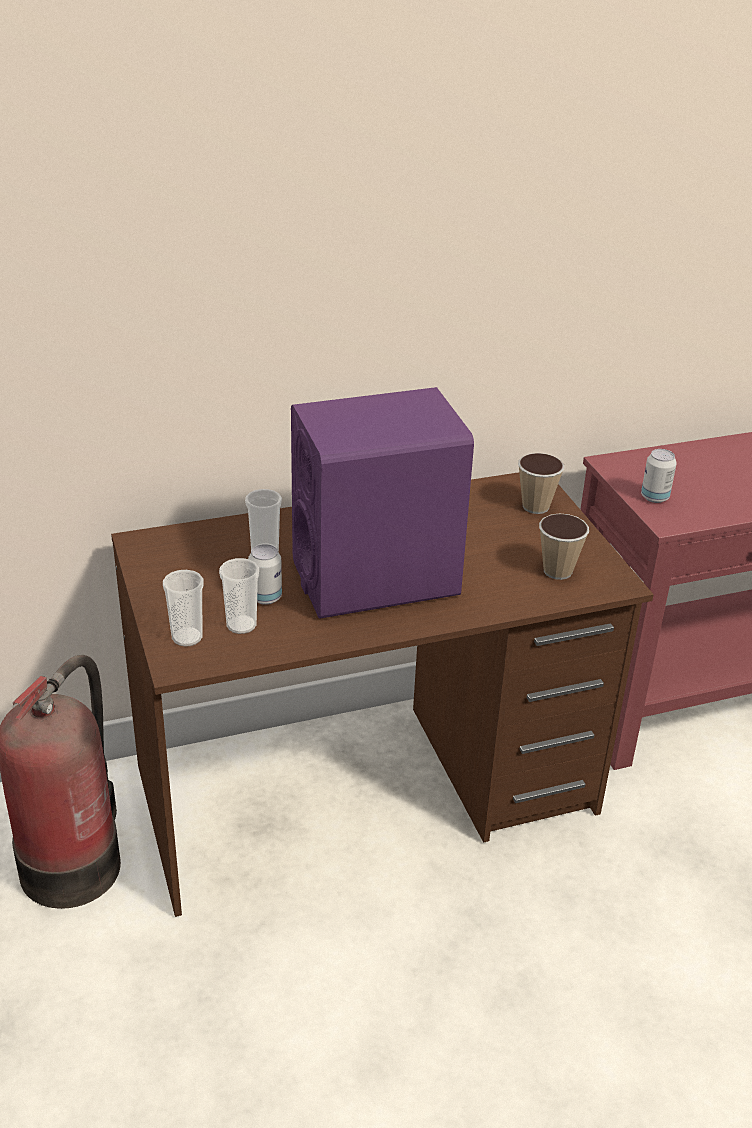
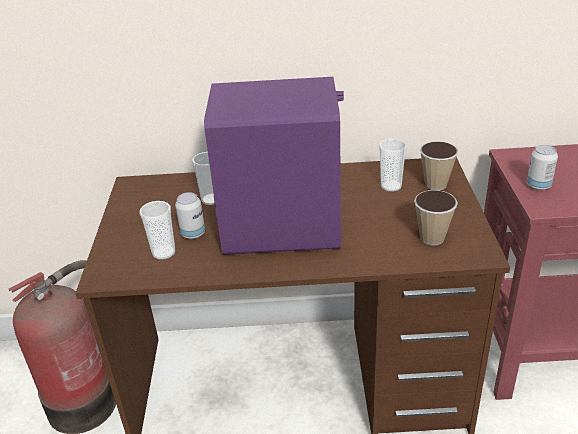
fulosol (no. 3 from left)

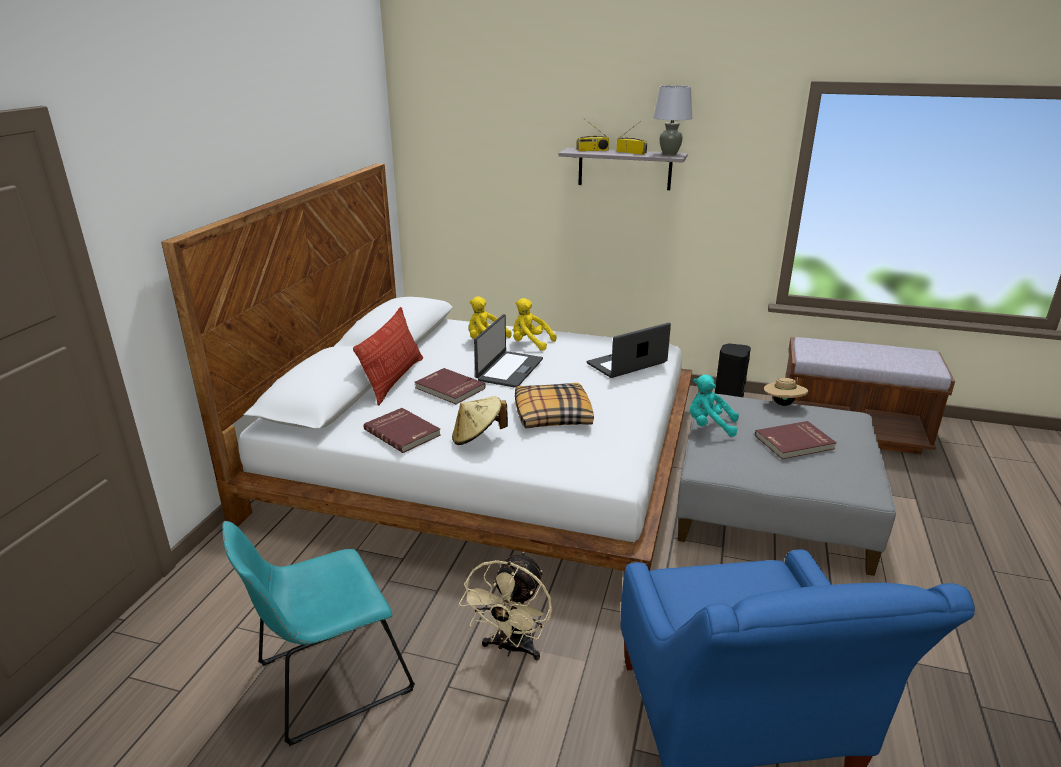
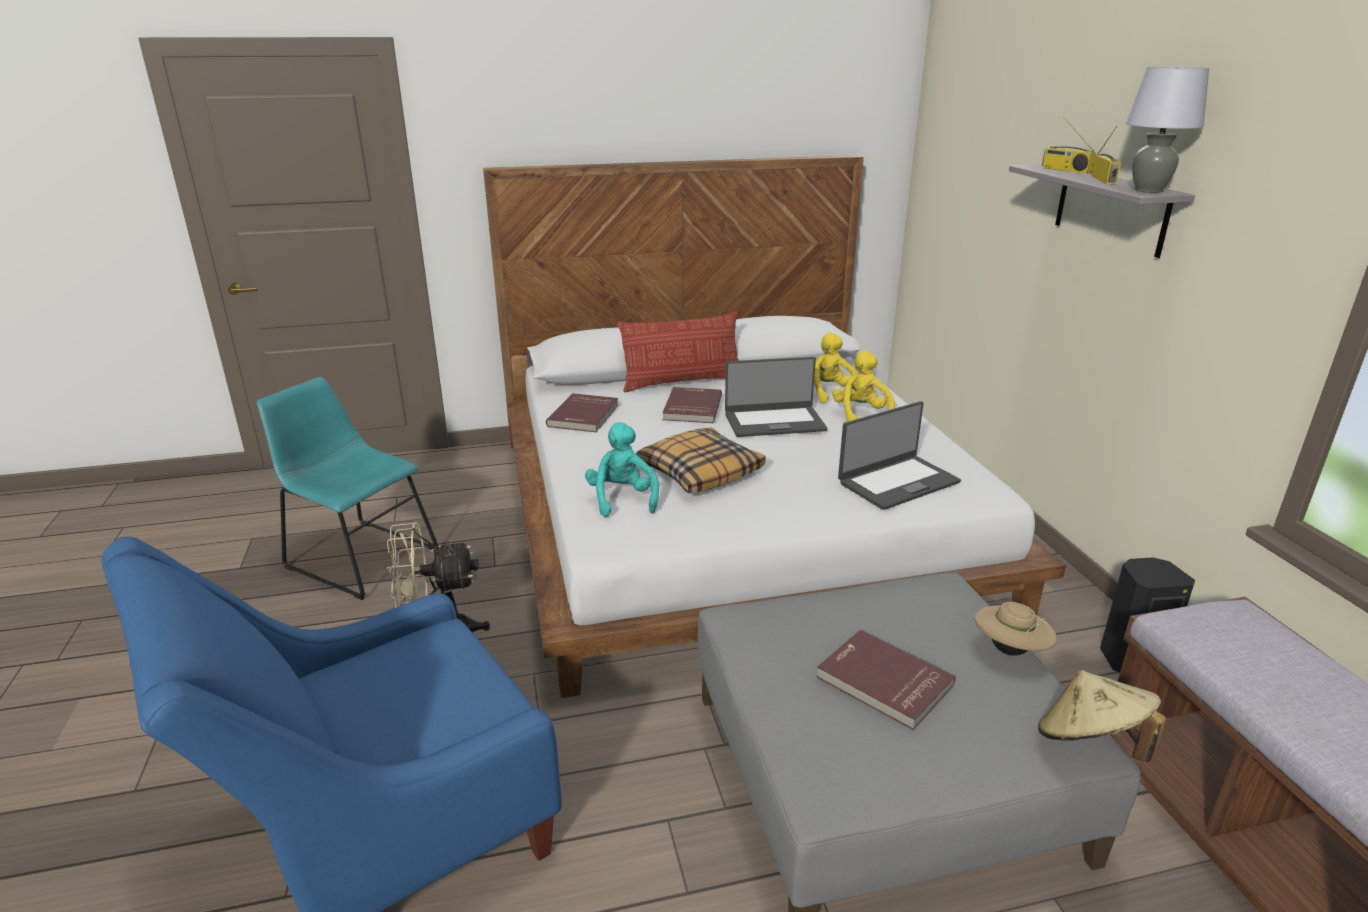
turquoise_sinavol
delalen (no. 2 from left)
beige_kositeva (no. 2 from left)

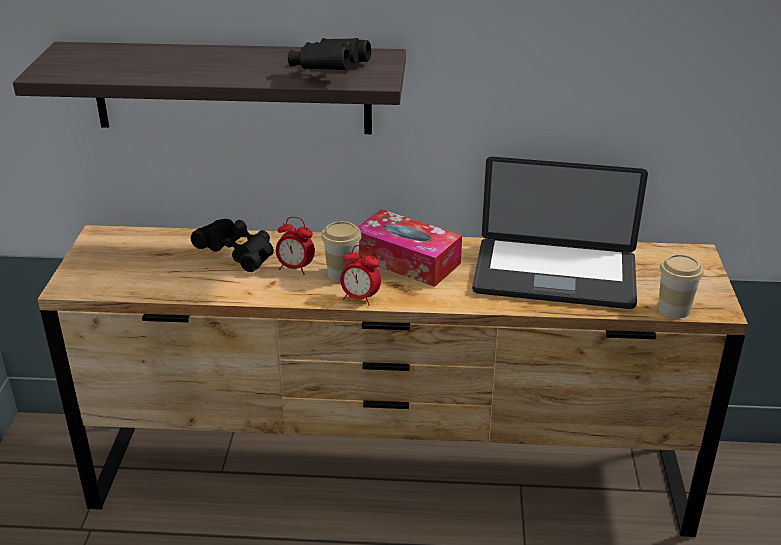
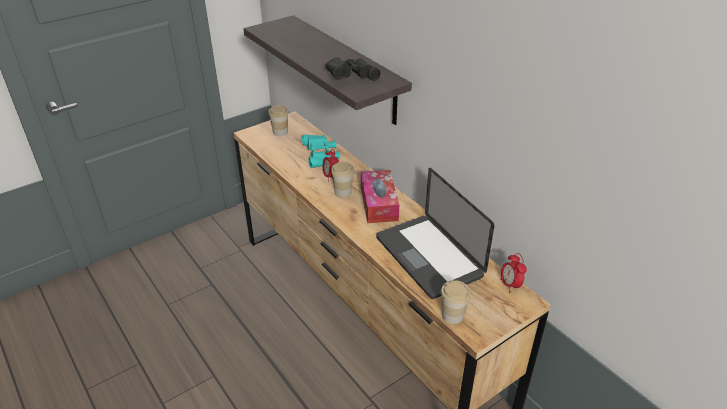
fulosol (no. 1 from left)
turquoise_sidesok
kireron (no. 2 from left)

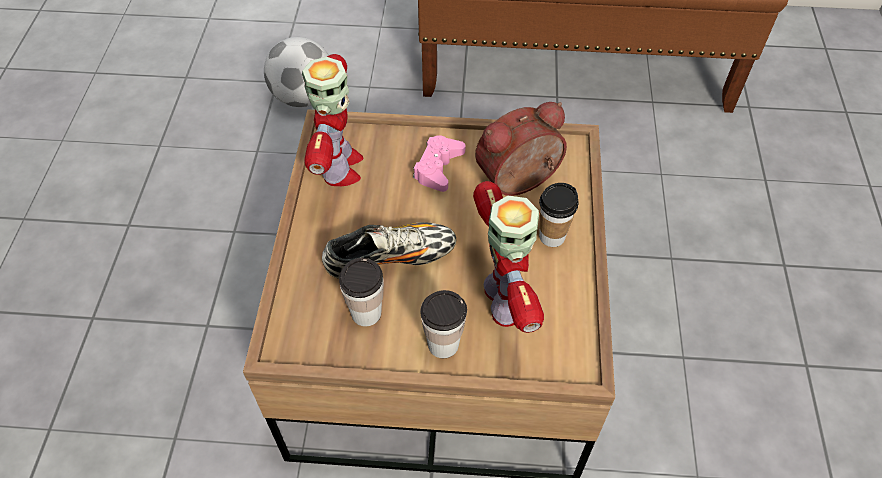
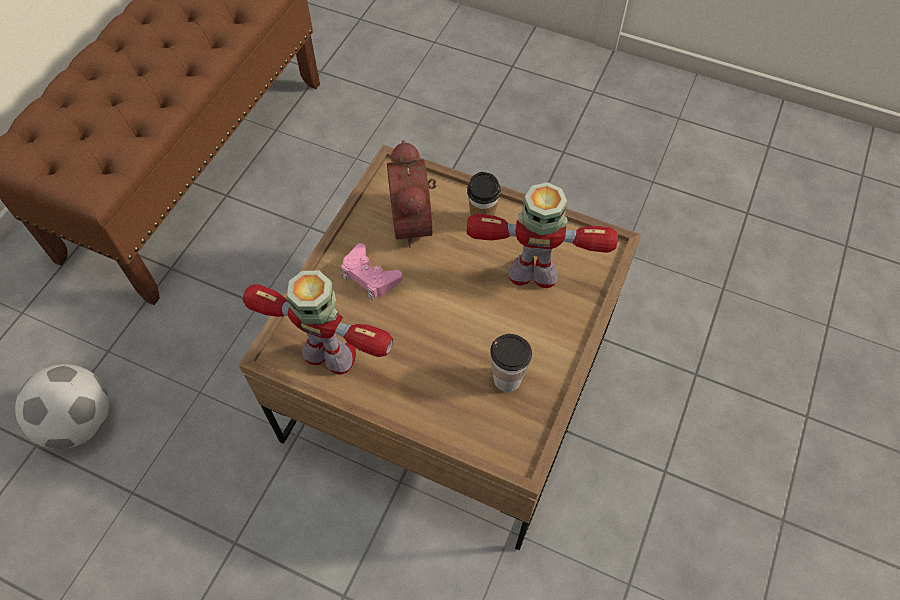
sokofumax
fulosol (no. 2 from left in the first image)

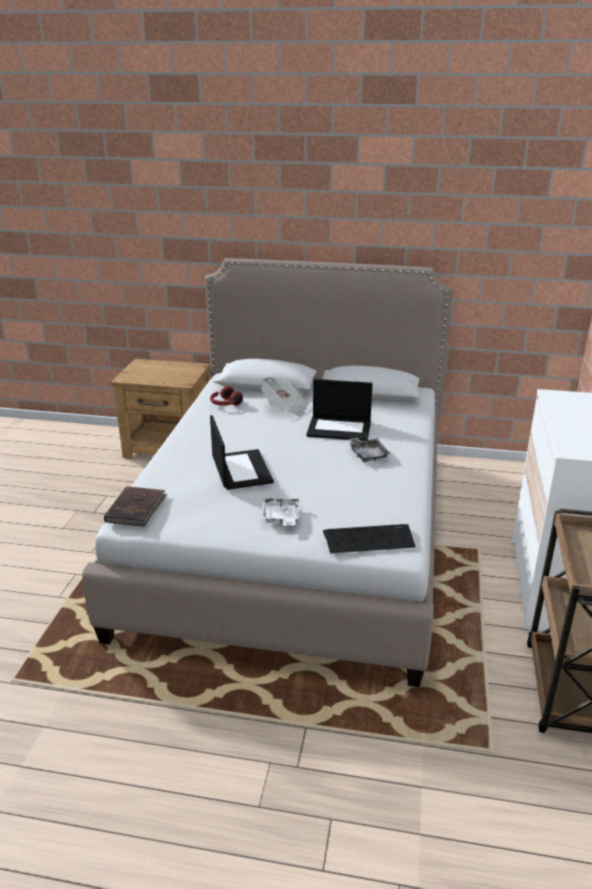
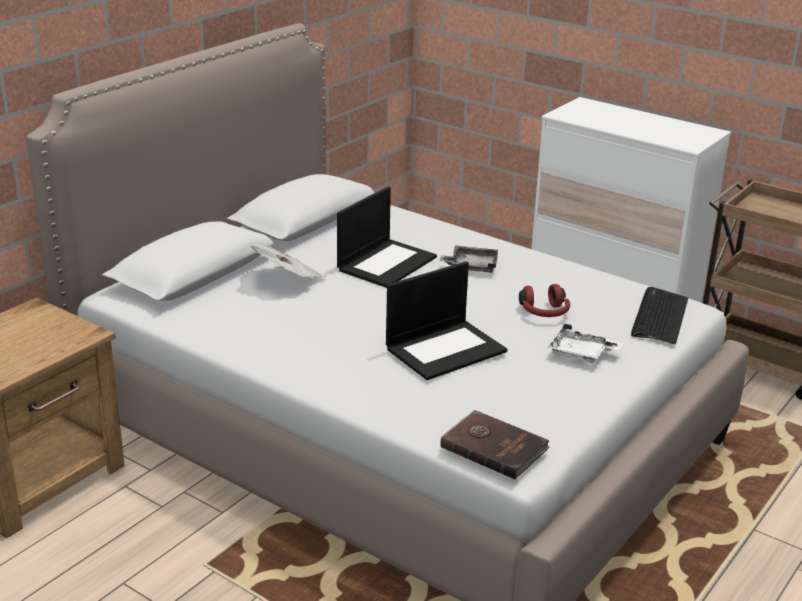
delalen (no. 2 from left)
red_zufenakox

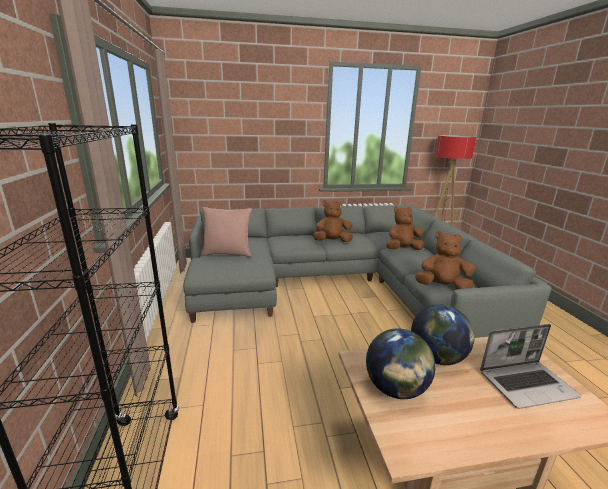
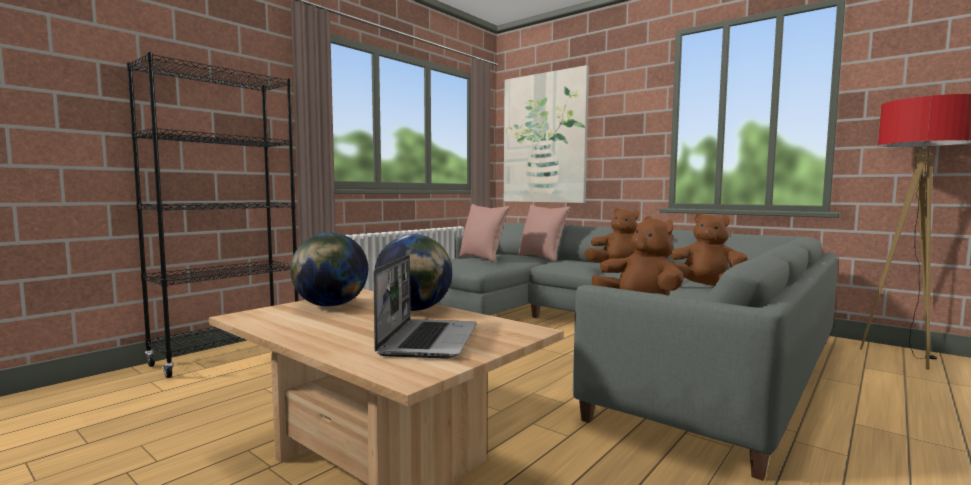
delalen
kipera
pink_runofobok (no. 2 from left)

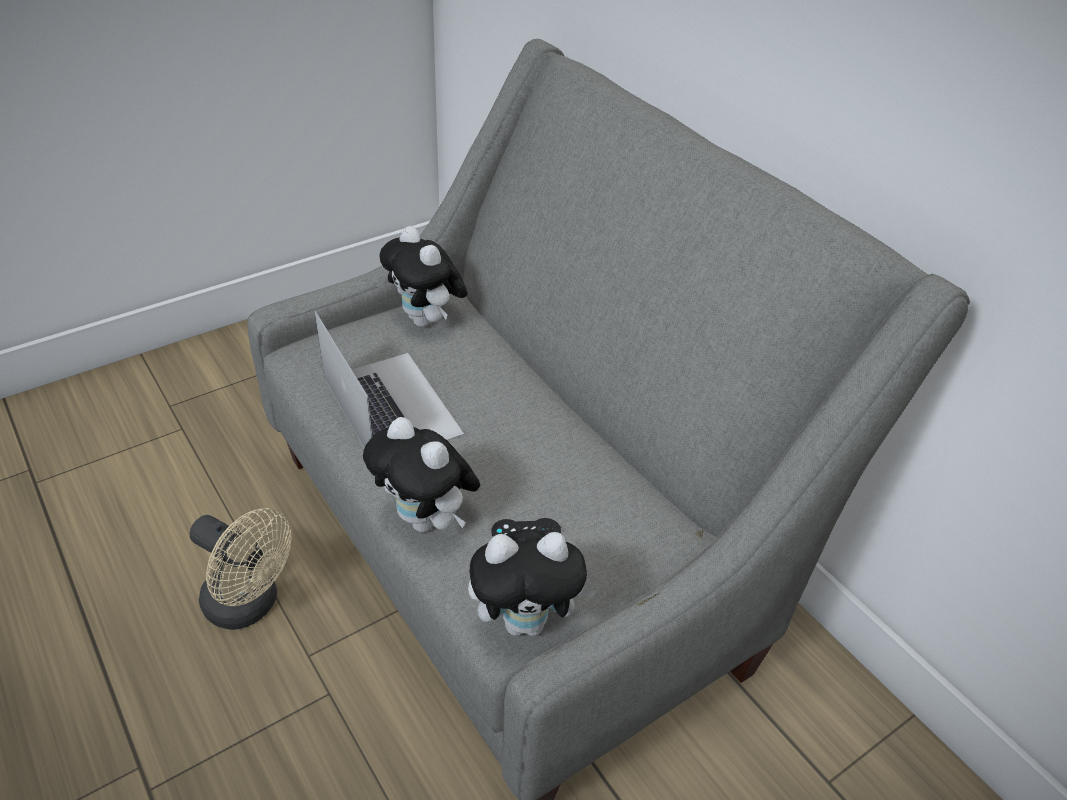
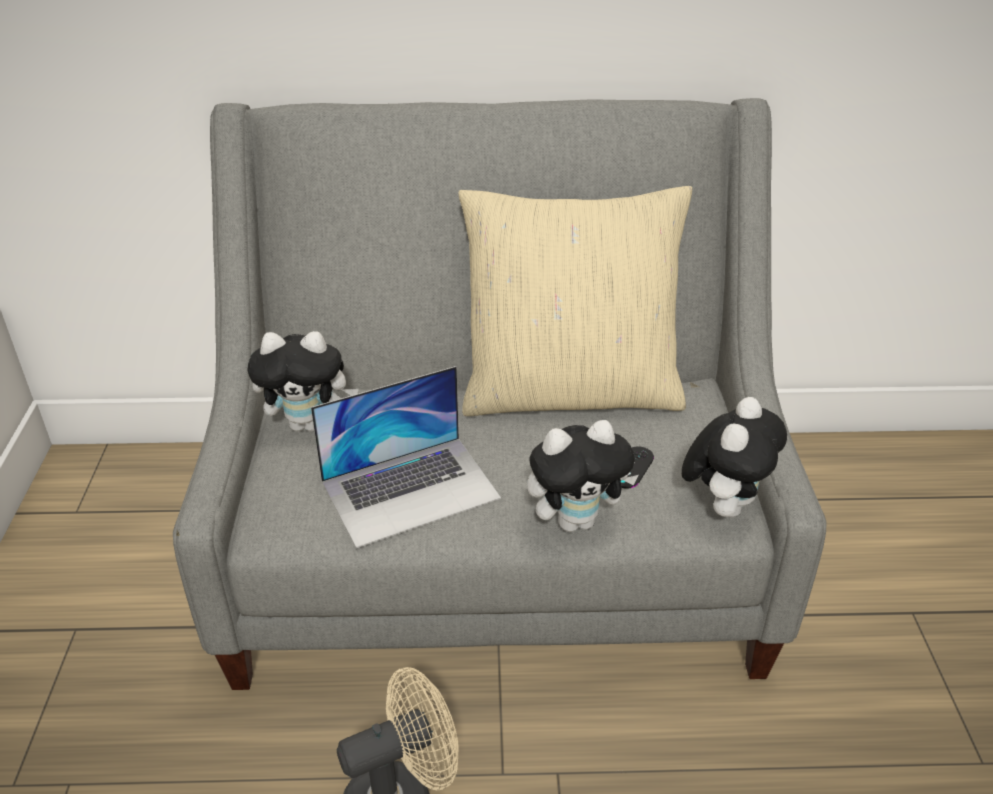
delalen
beige_runofobok

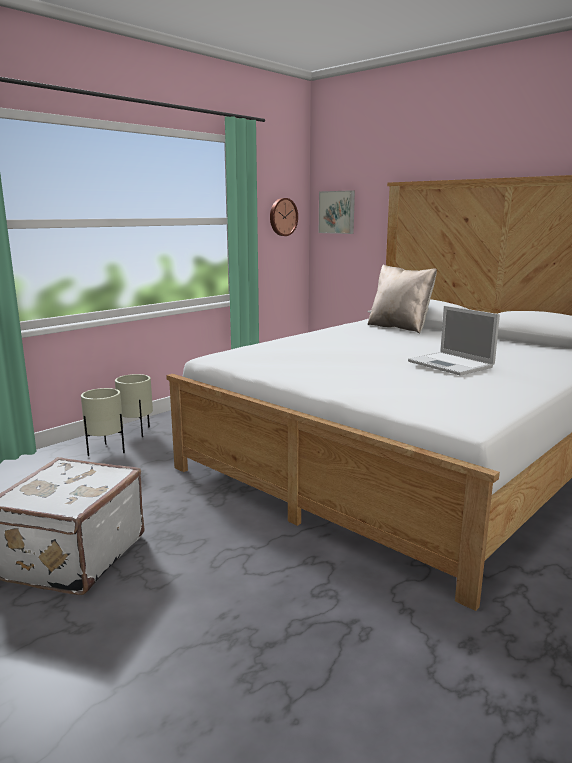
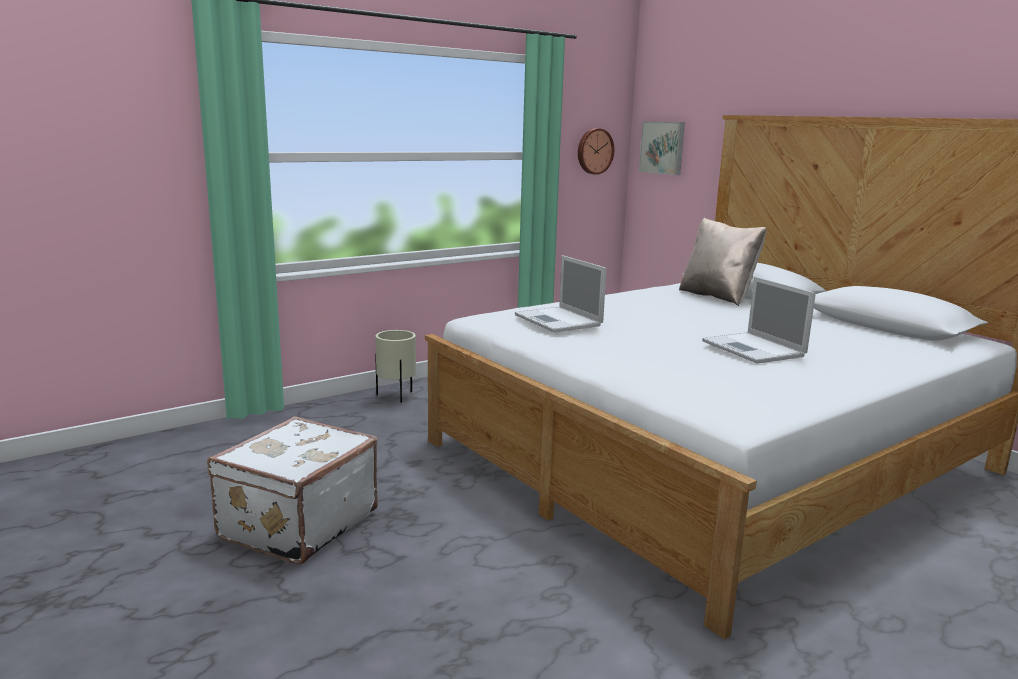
delalen (no. 1 from left)
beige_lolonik (no. 1 from left in the first image)

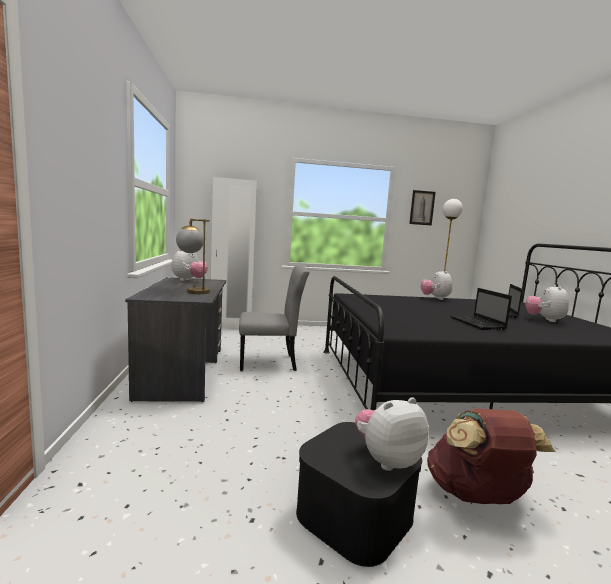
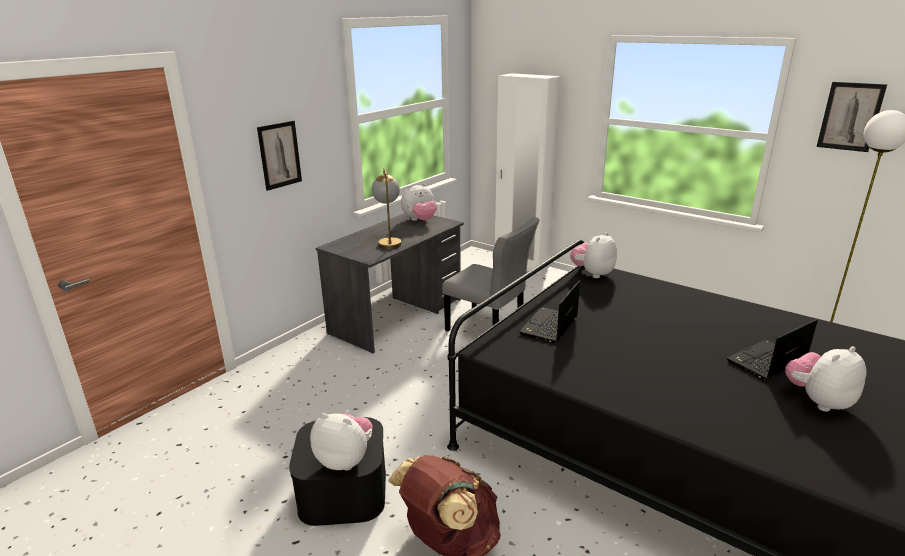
kipera (no. 1 from left)
delalen (no. 1 from left)
sinavol (no. 3 from left)

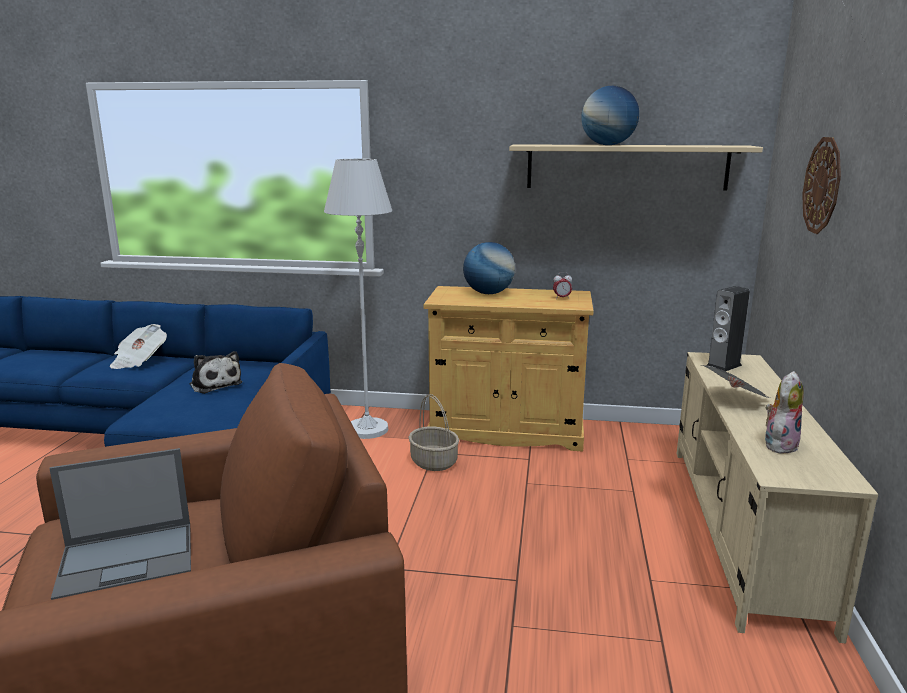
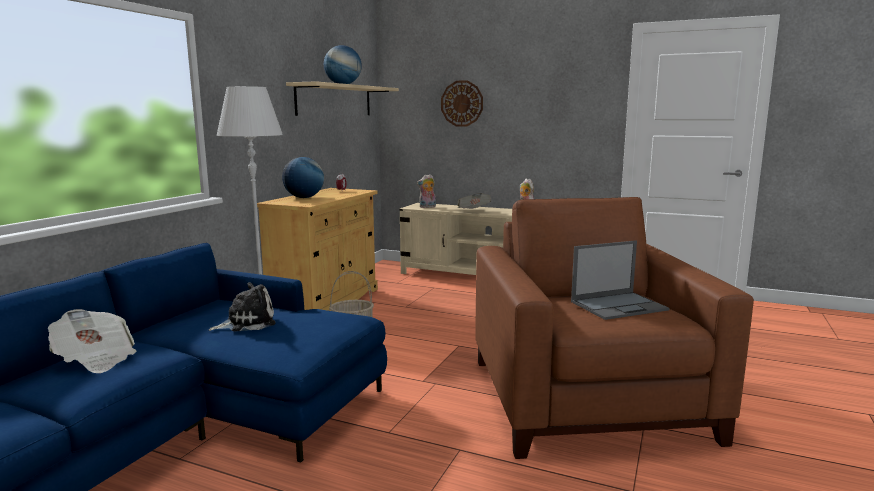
sinavol (no. 2 from left)
delalen

